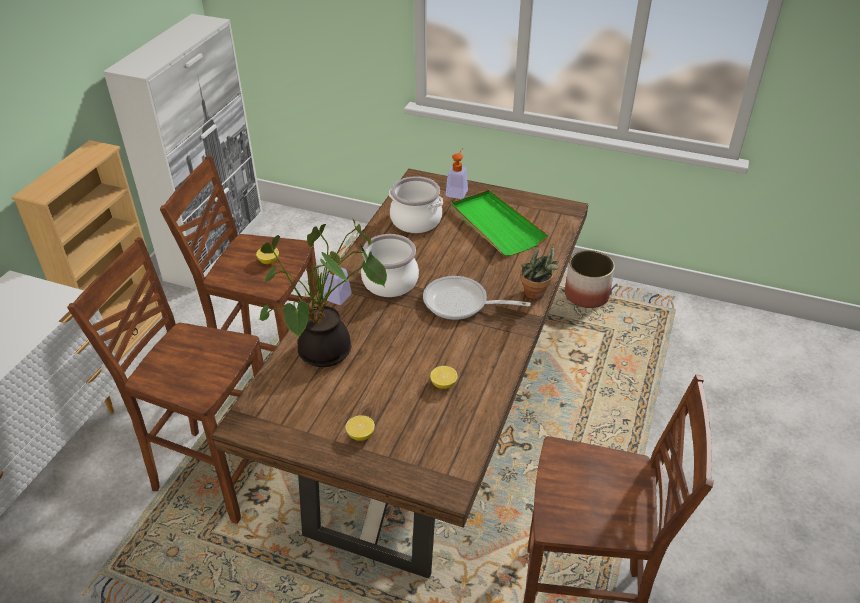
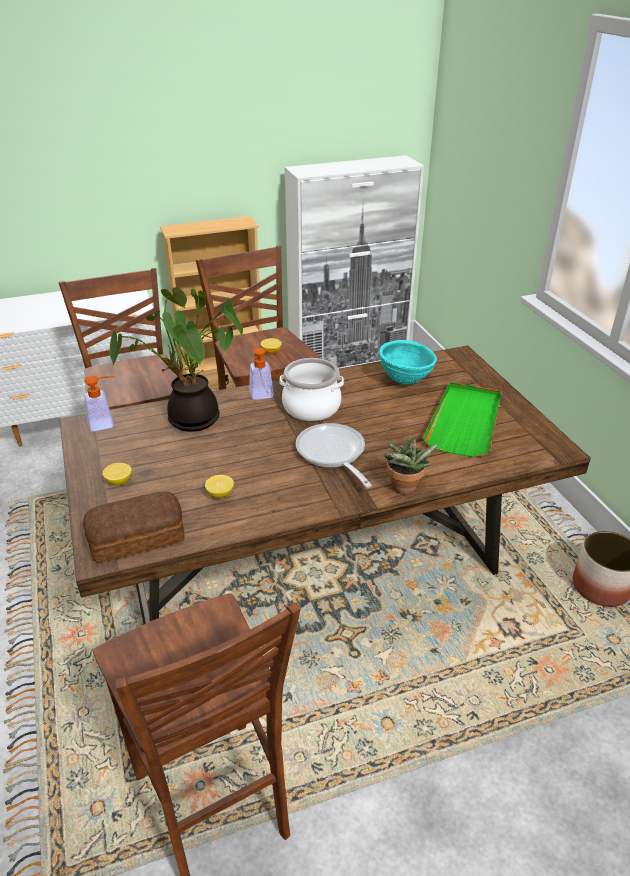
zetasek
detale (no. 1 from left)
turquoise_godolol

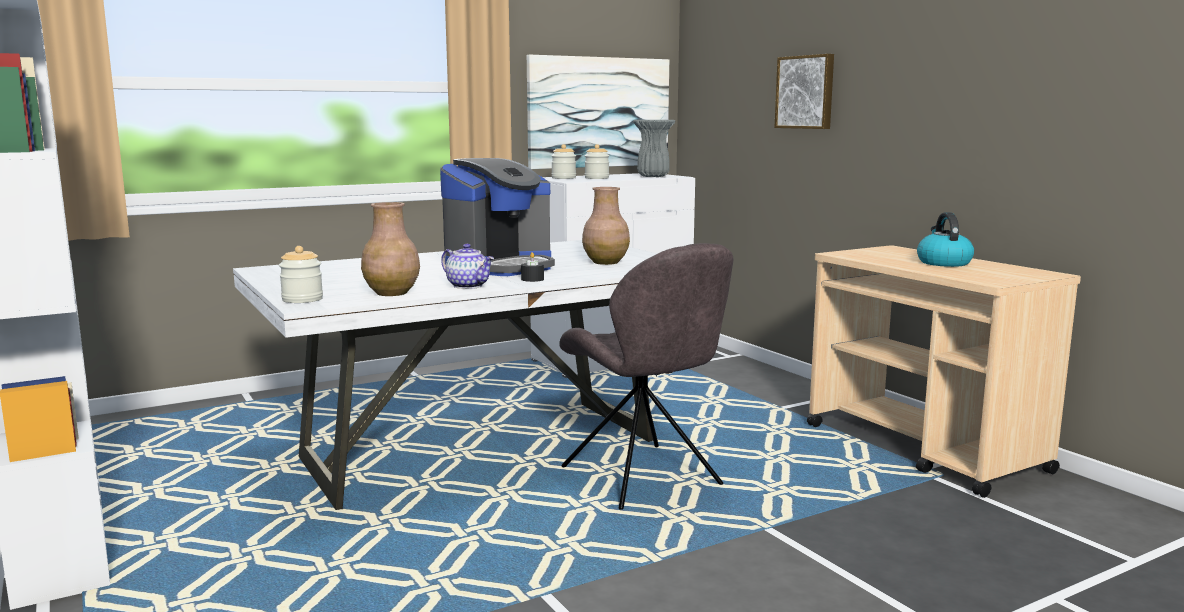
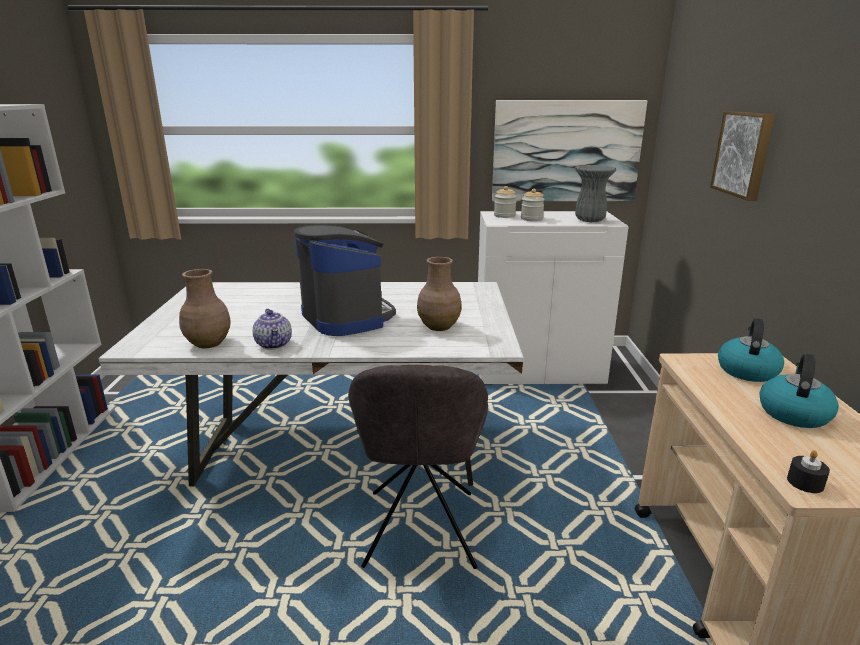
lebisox
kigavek (no. 1 from left)
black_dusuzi
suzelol (no. 1 from left in the first image)

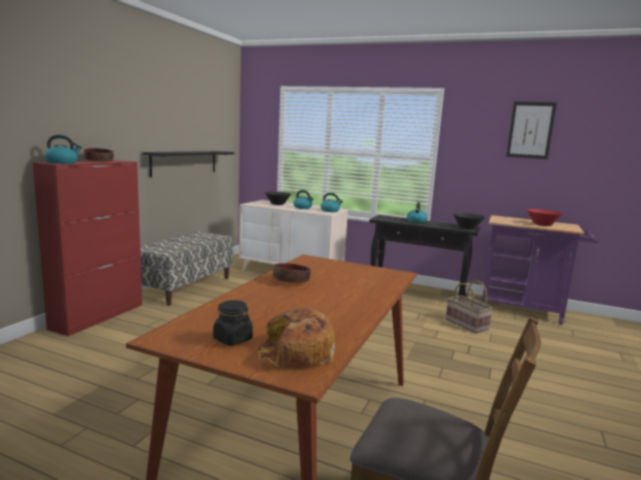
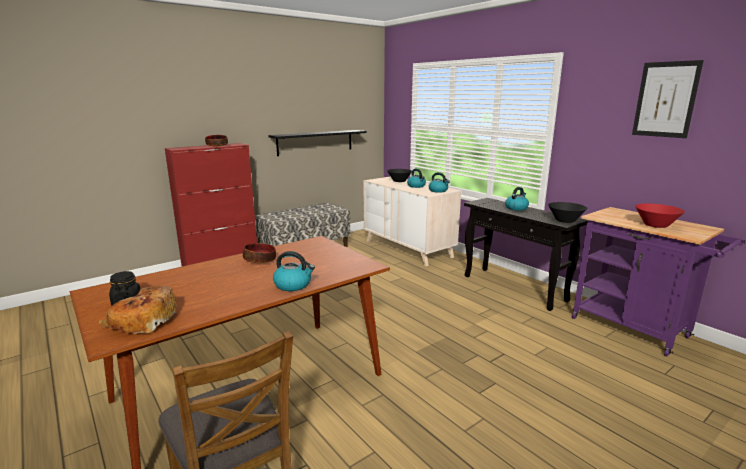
kigavek (no. 1 from left)
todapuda

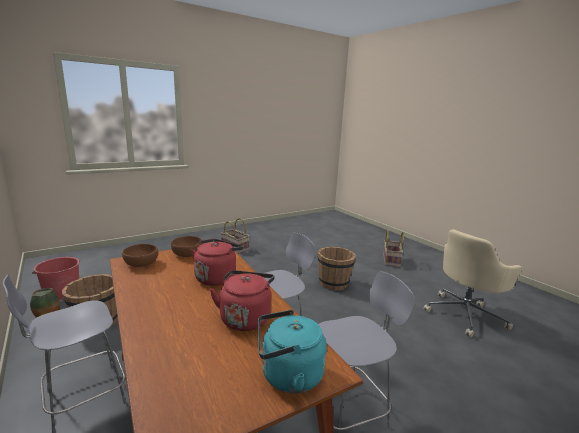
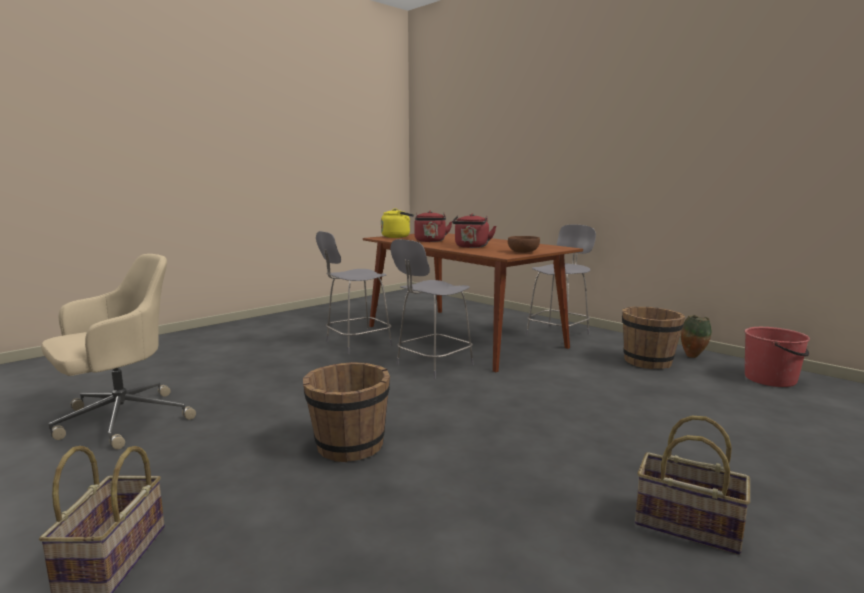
yellow_kigavek
brown_godolol (no. 1 from left in the first image)

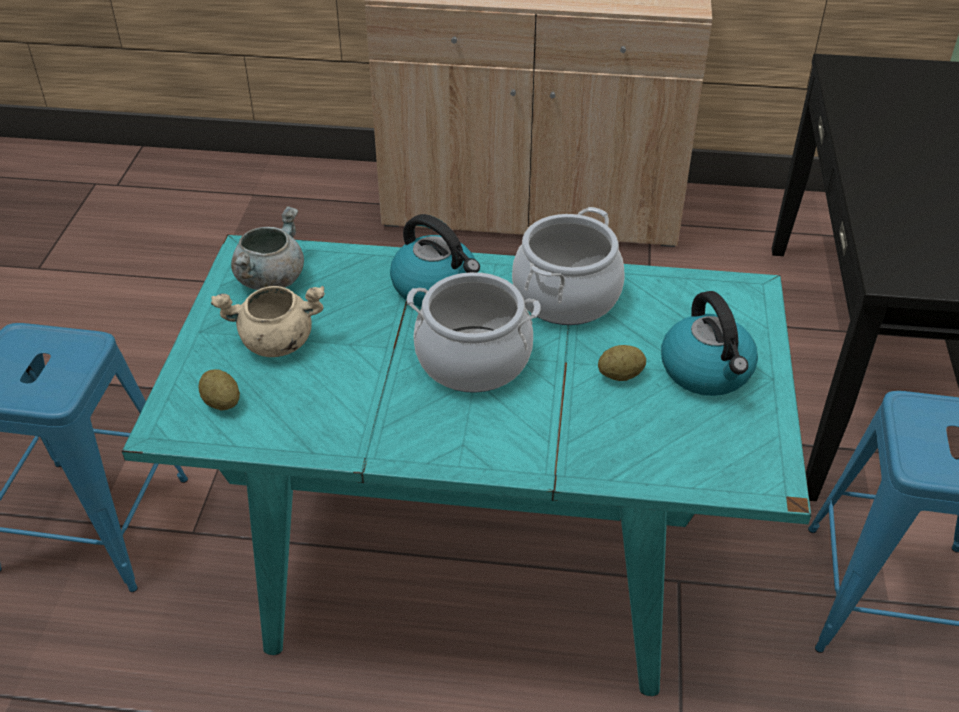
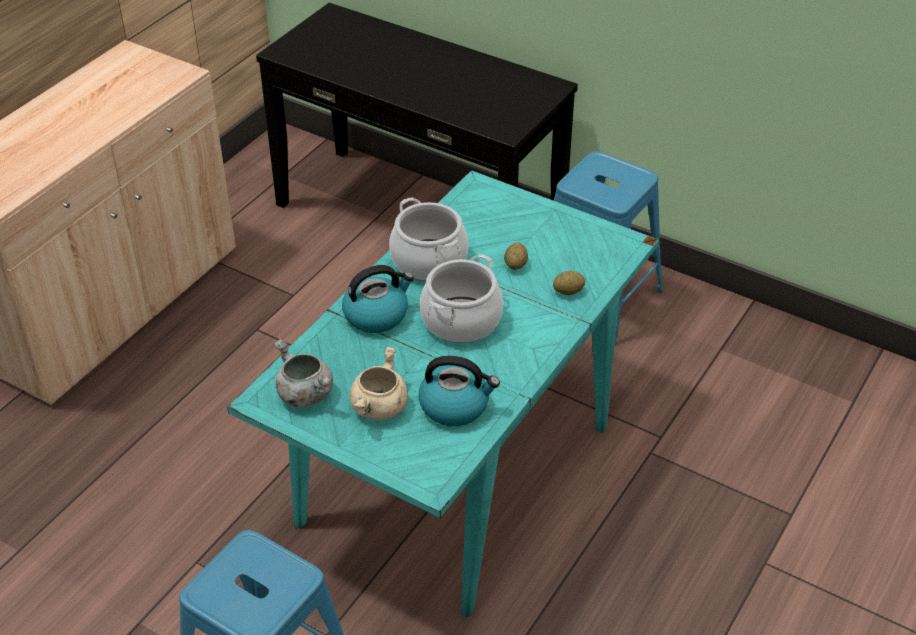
kigavek (no. 2 from left)
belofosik (no. 2 from left)

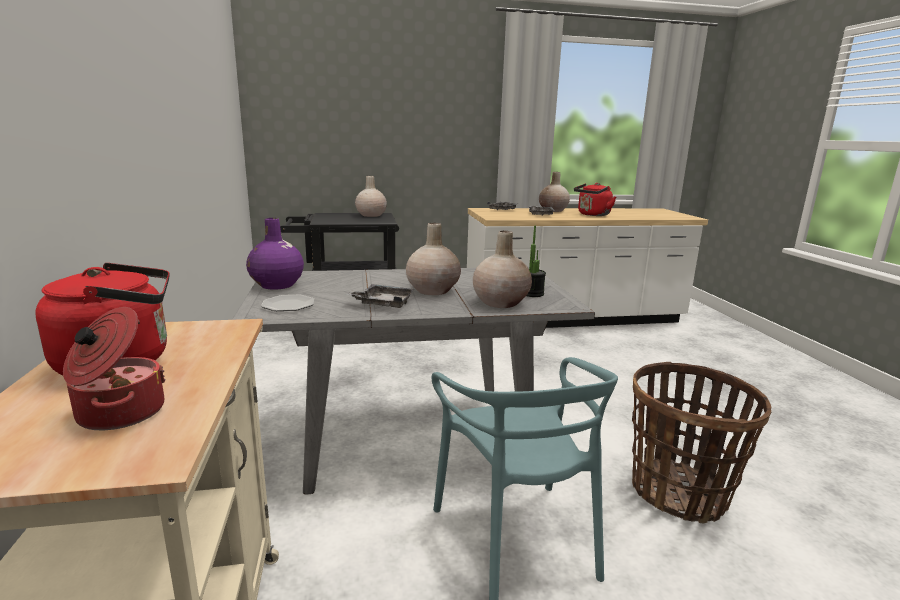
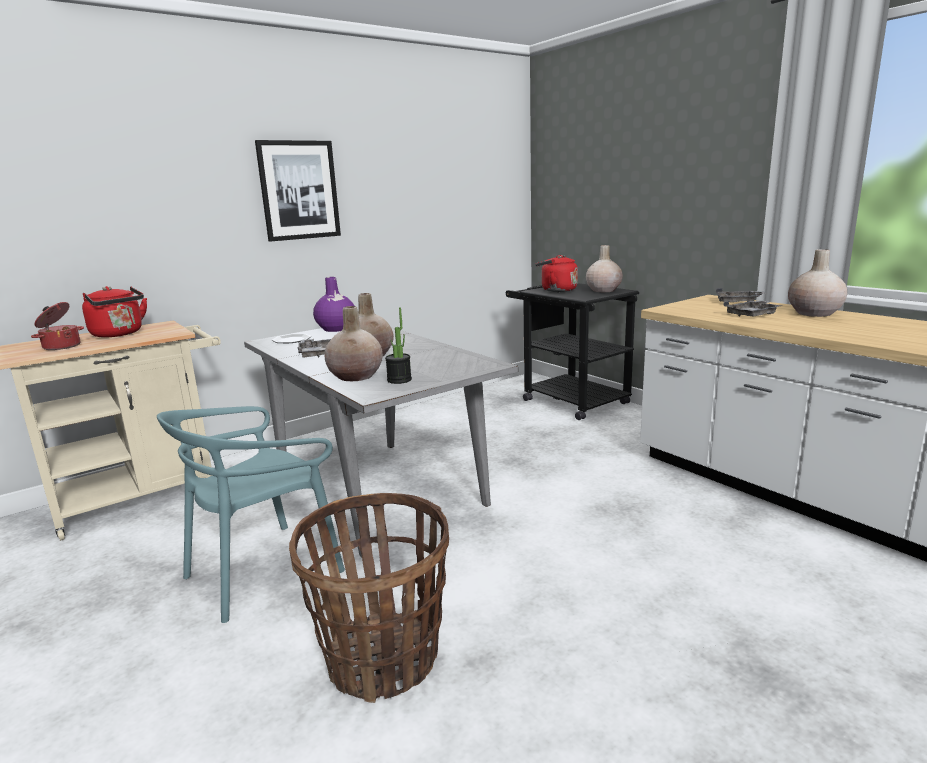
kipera
red_kigavek (no. 2 from left)

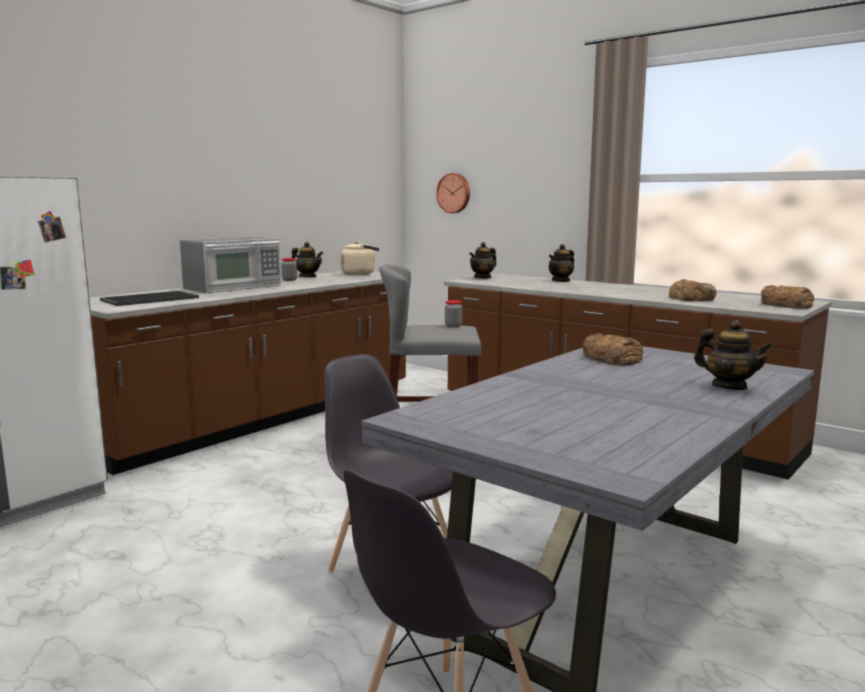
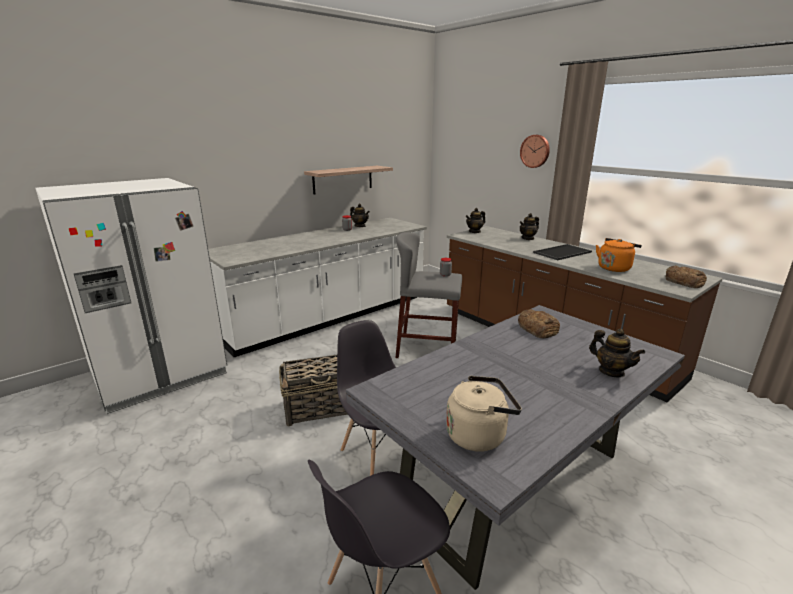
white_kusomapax
todapuda
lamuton
beige_kigavek
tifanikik
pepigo
orange_kigavek
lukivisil

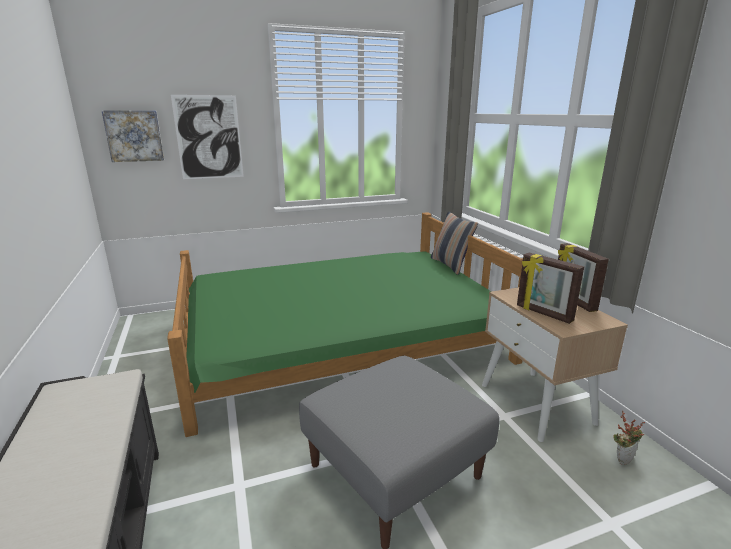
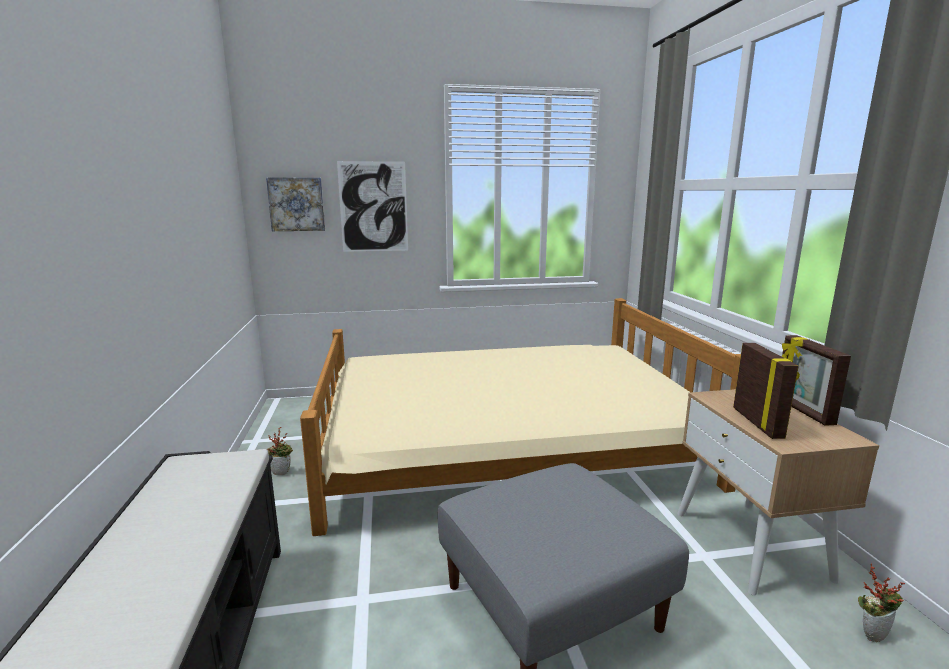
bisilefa (no. 1 from left)
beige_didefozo
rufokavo (no. 1 from left)
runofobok

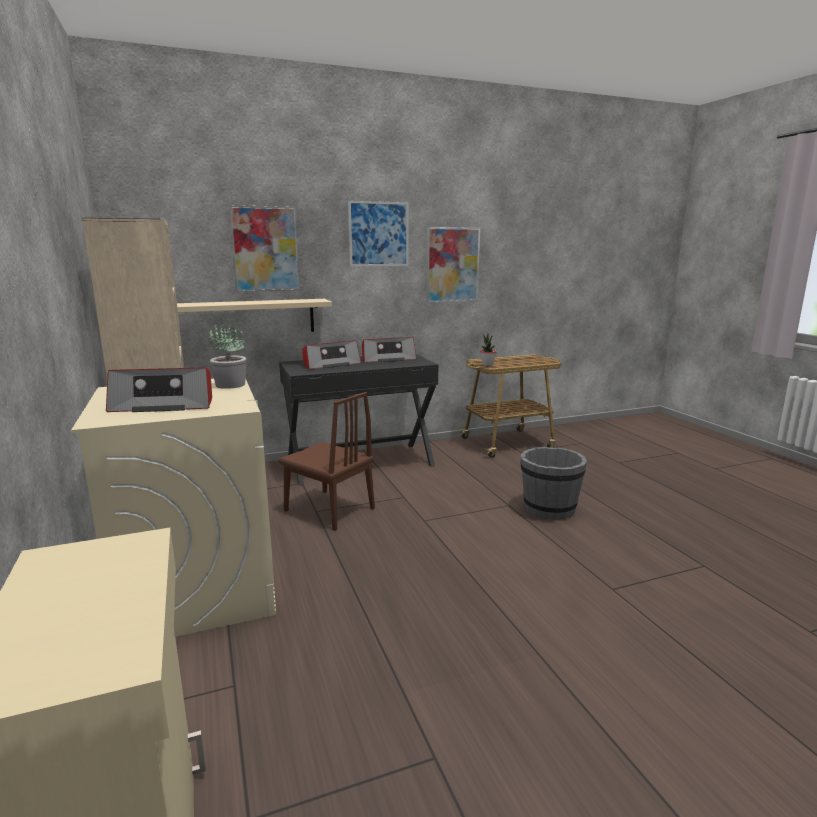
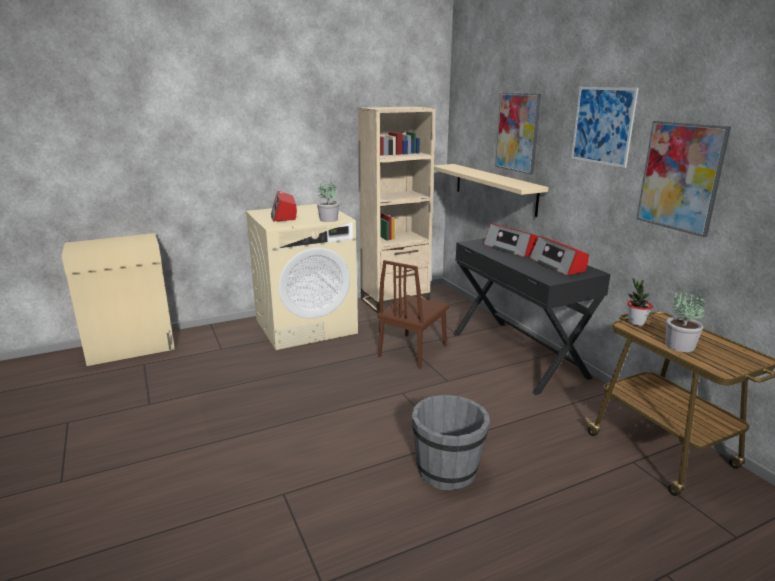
bisilefa (no. 3 from left)

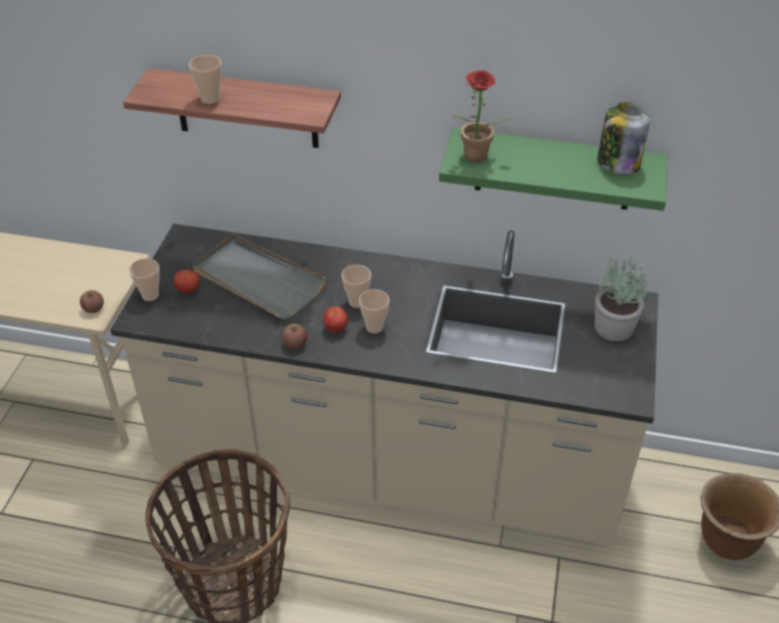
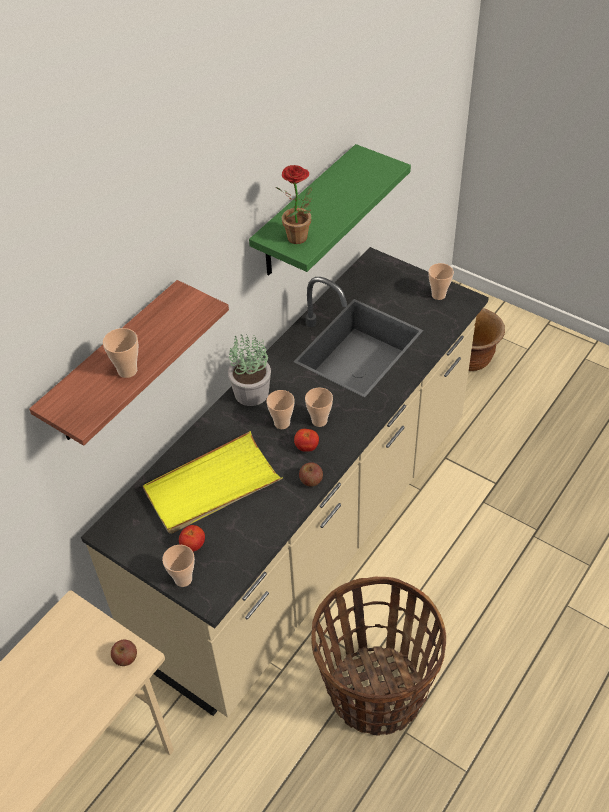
yellow_pepigo
bisilefa (no. 1 from left)
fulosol (no. 5 from left)
suzelol

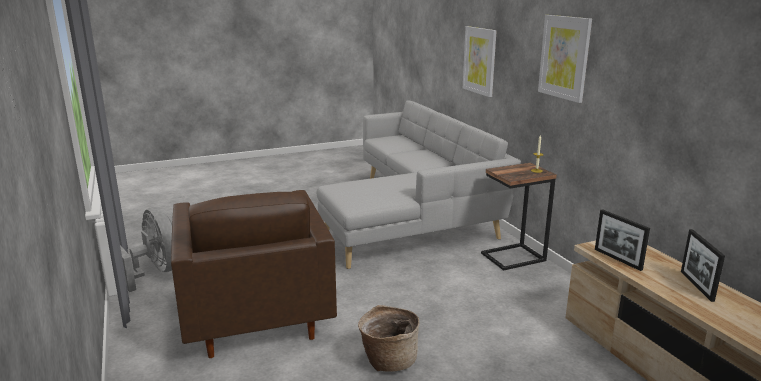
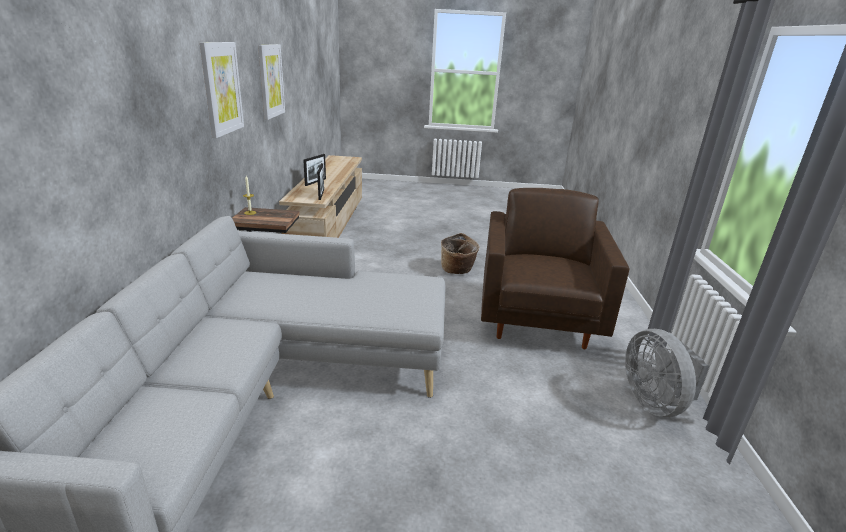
kipera (no. 2 from left)

